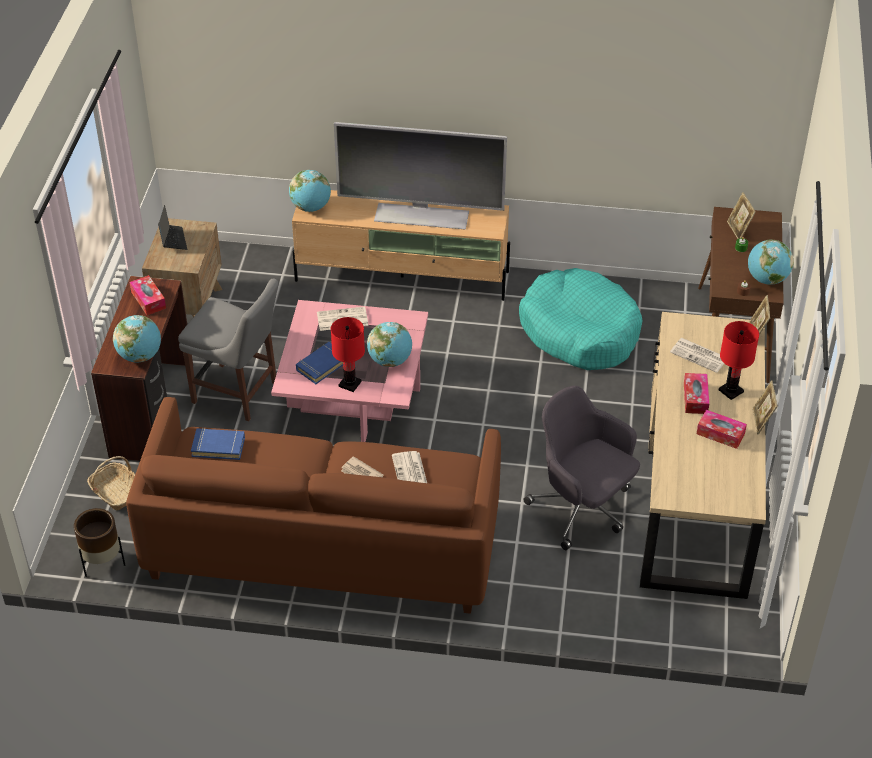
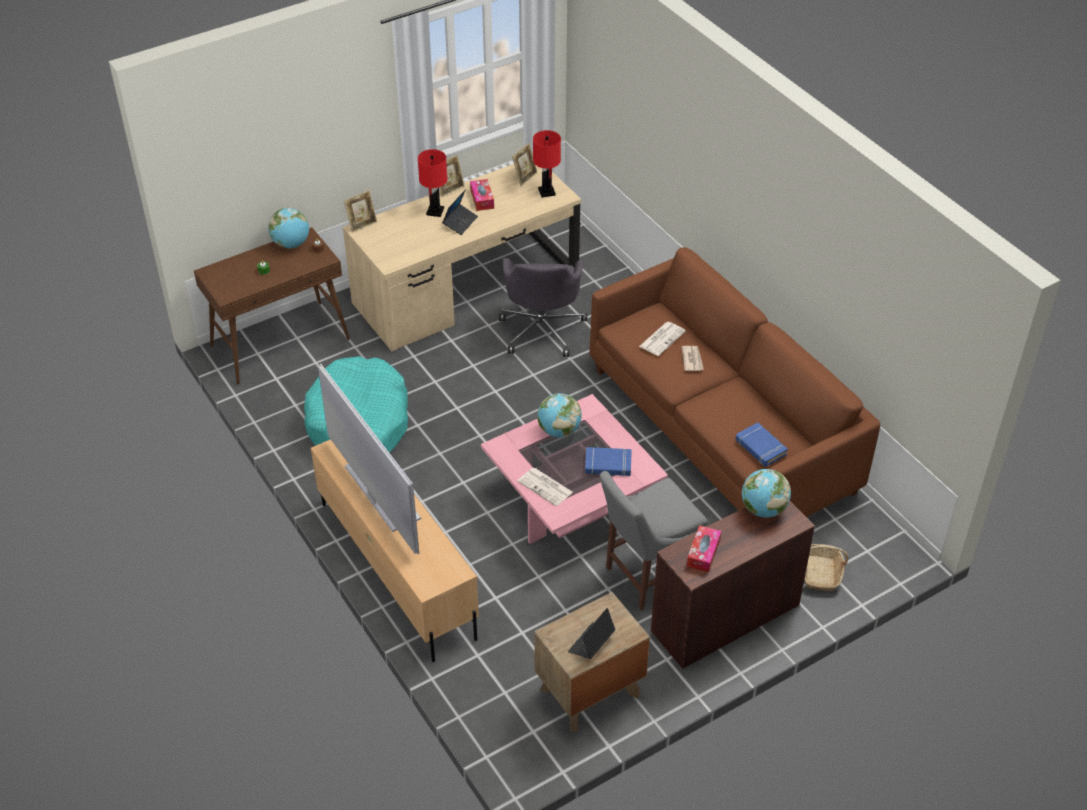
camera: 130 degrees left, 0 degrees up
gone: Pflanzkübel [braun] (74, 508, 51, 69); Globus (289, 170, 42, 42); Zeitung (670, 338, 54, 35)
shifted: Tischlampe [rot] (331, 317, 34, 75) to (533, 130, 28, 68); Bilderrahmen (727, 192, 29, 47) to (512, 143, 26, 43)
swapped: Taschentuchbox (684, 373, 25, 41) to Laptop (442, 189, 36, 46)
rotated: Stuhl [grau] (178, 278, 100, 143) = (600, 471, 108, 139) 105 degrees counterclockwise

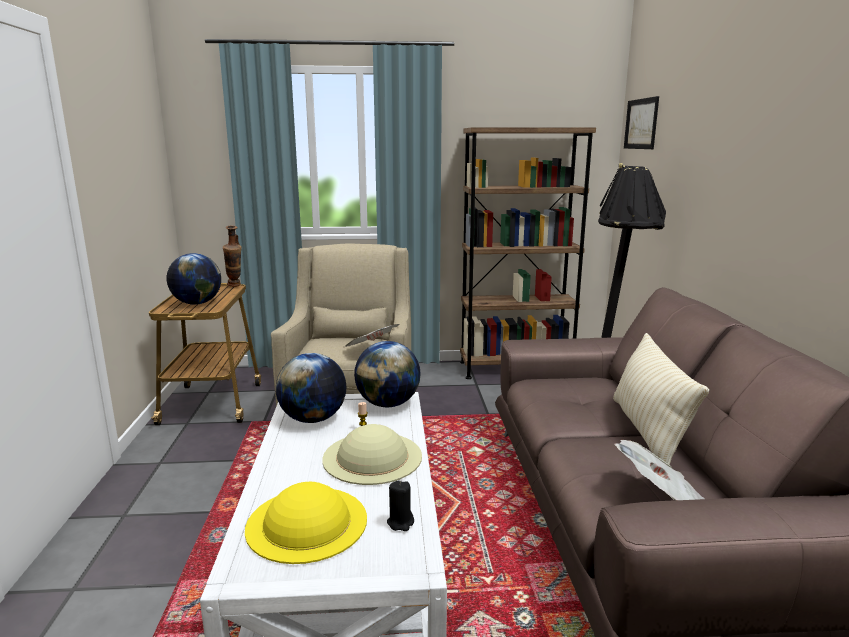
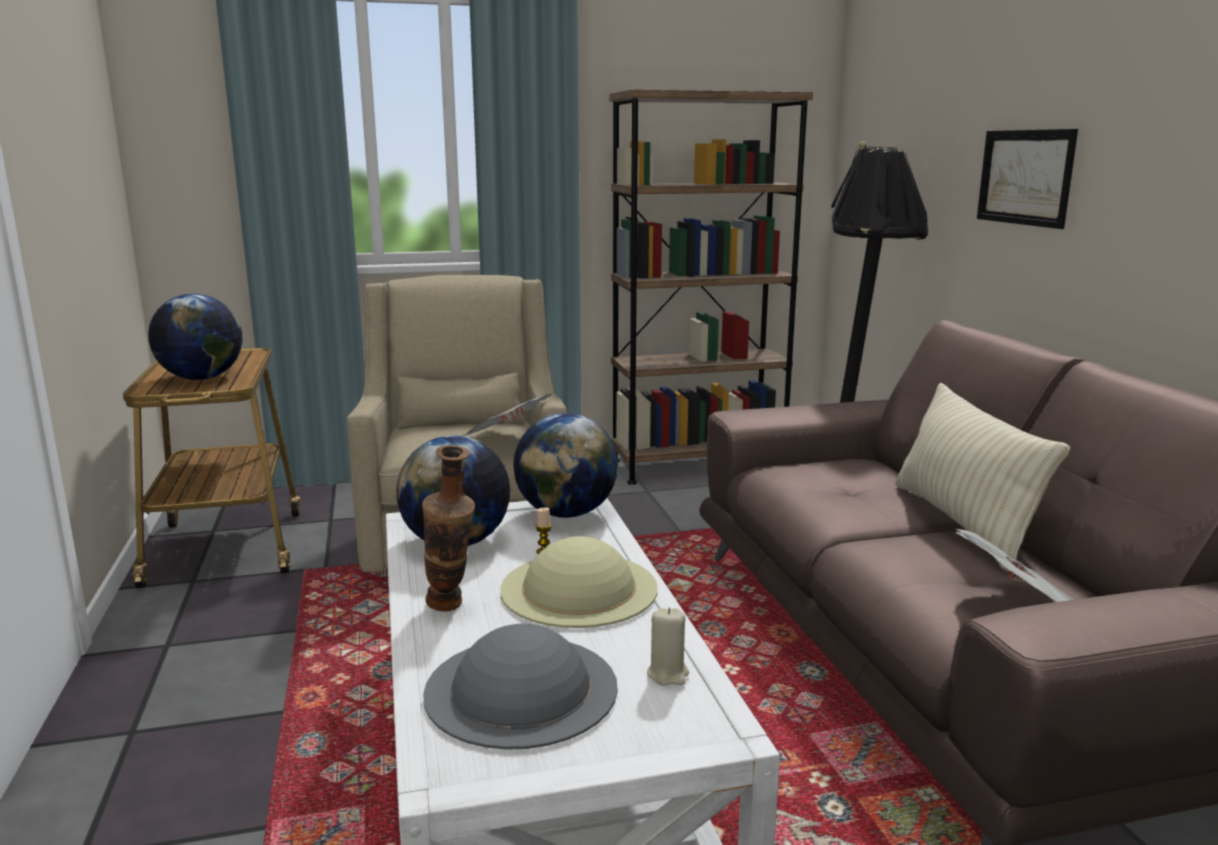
camera: 10 degrees left, 0 degrees up
shifted: Vase (223, 226, 19, 61) to (422, 445, 53, 167); Bild (624, 96, 35, 53) to (977, 129, 101, 100)
repainted: Hut [gelb] (245, 482, 122, 82) to Hut [grau] (423, 624, 195, 126); Kerze [schwarz] (387, 481, 27, 50) to Kerze [beige] (647, 607, 42, 79)

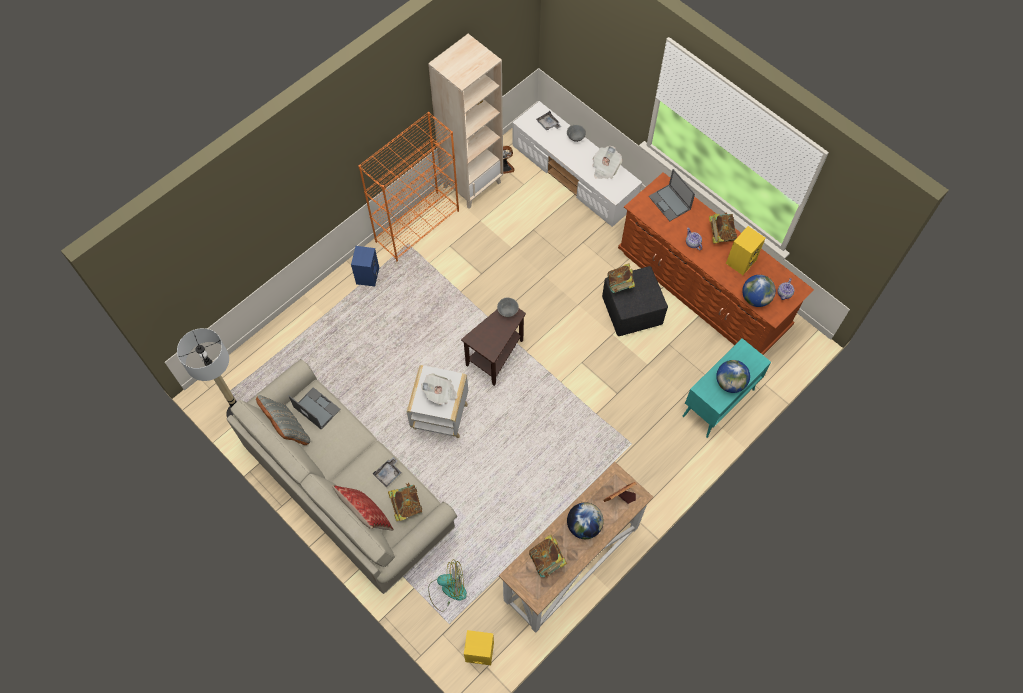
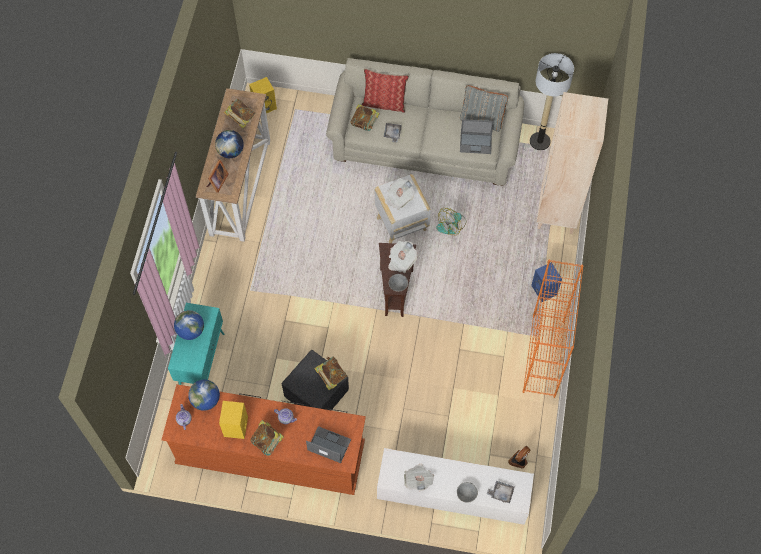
camera: 145 degrees right, 0 degrees up
new: Zeitung (388, 241, 30, 32)
shifted: Bücherregal [beige] (428, 34, 75, 175) to (536, 92, 72, 142); Ventilator (428, 559, 39, 53) to (436, 208, 30, 27)

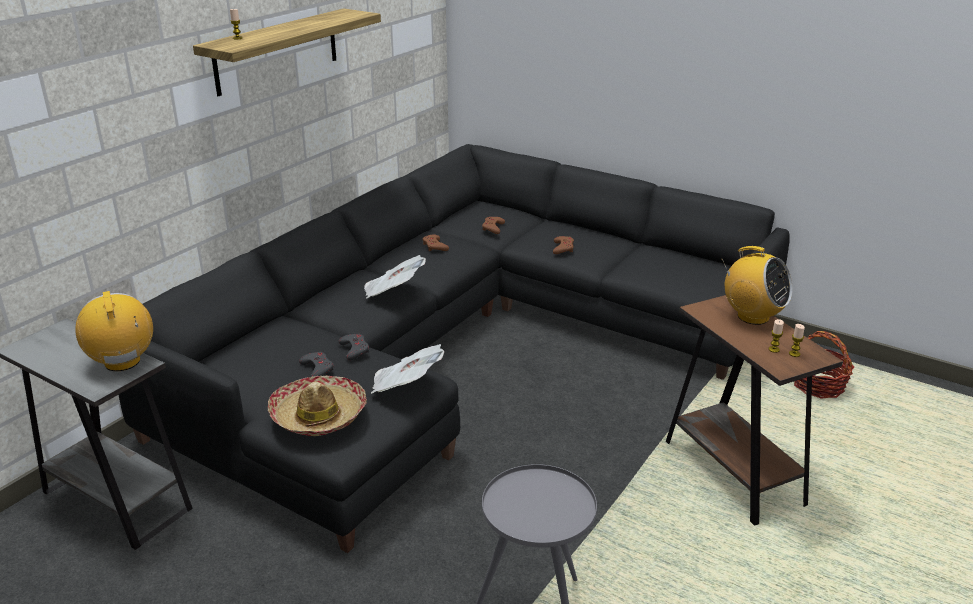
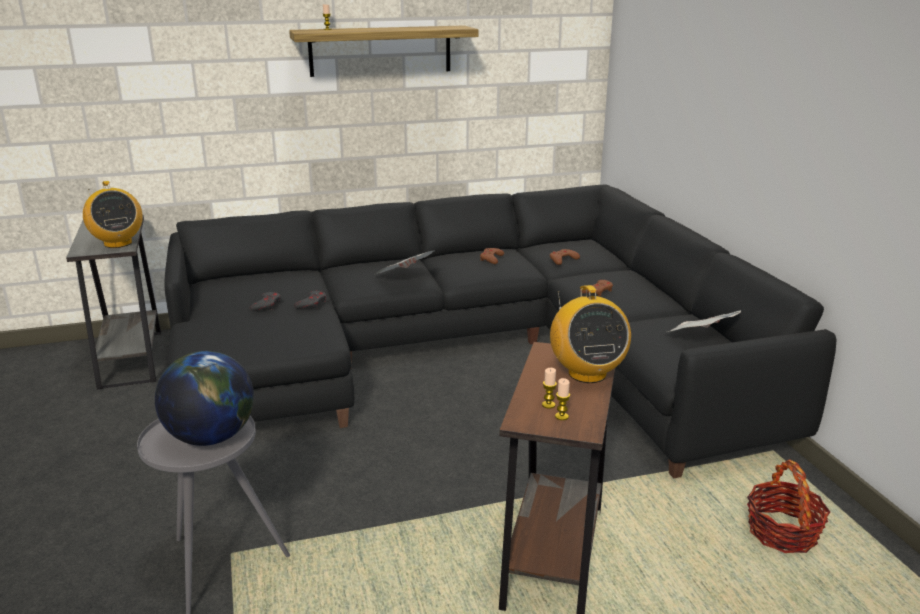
camera: 40 degrees right, 5 degrees down
gone: Hut (268, 376, 99, 60)
new: Globus (155, 351, 99, 95)
shifted: Zeitung (371, 344, 73, 50) to (667, 310, 74, 22)
rotated: Radio (75, 291, 78, 80) = (83, 181, 60, 67) 135 degrees clockwise

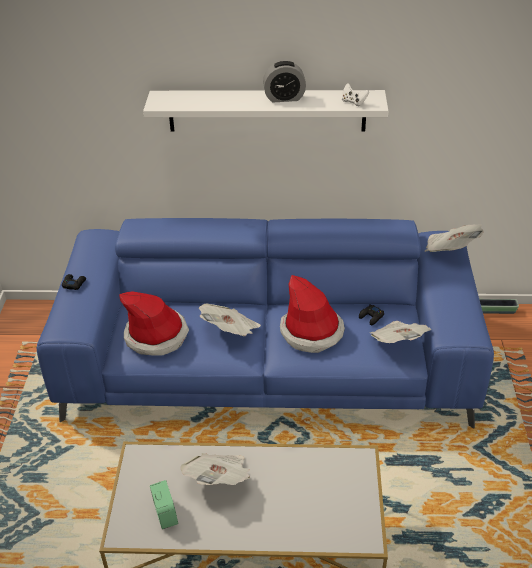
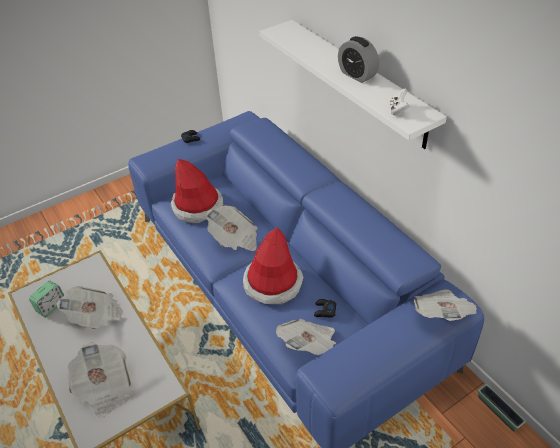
camera: 55 degrees right, 5 degrees up
new: Zeitung (68, 342, 64, 76)

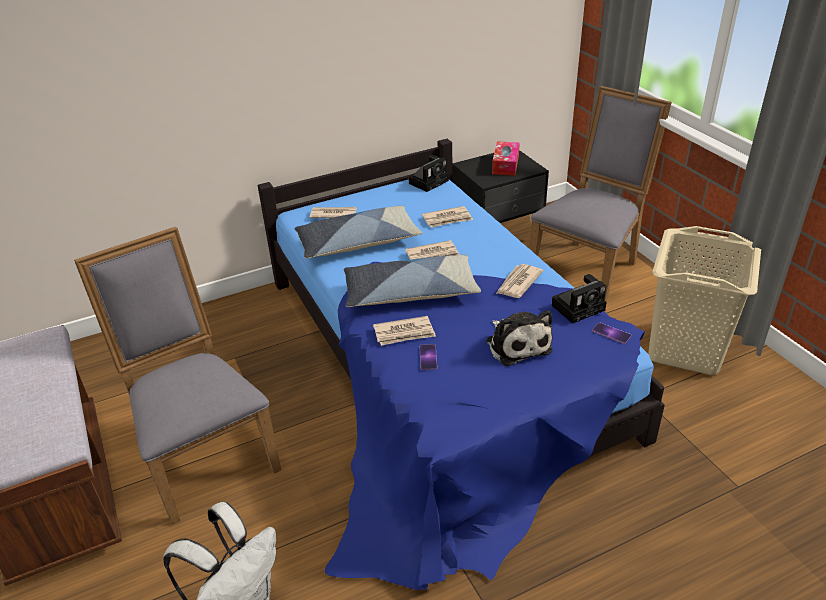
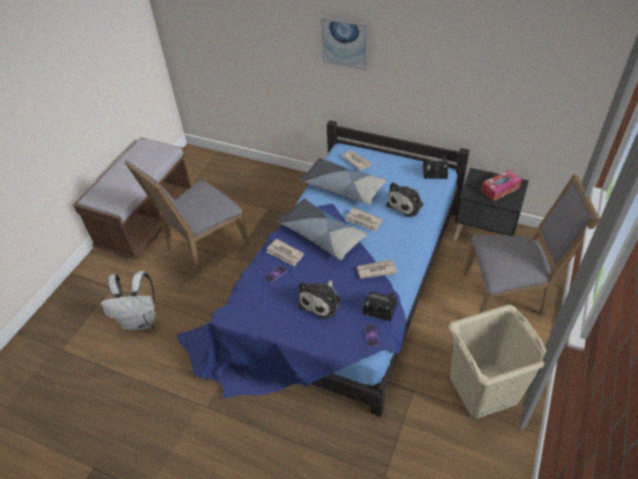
camera: 50 degrees right, 10 degrees up
new: Bild (321, 17, 47, 53)
swapped: Zeitung (422, 206, 51, 22) to Plüschtier (386, 182, 37, 35)
rotated: Stuhl [grau] (74, 227, 207, 298) = (124, 160, 126, 114) 150 degrees counterclockwise

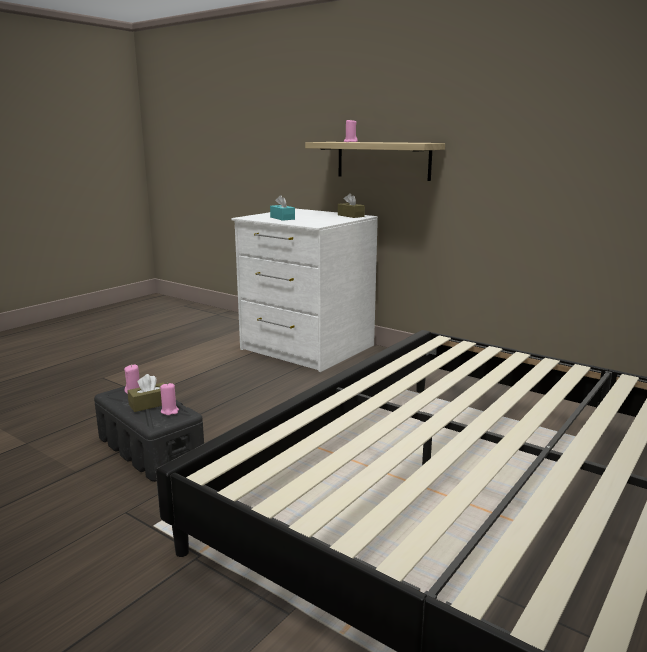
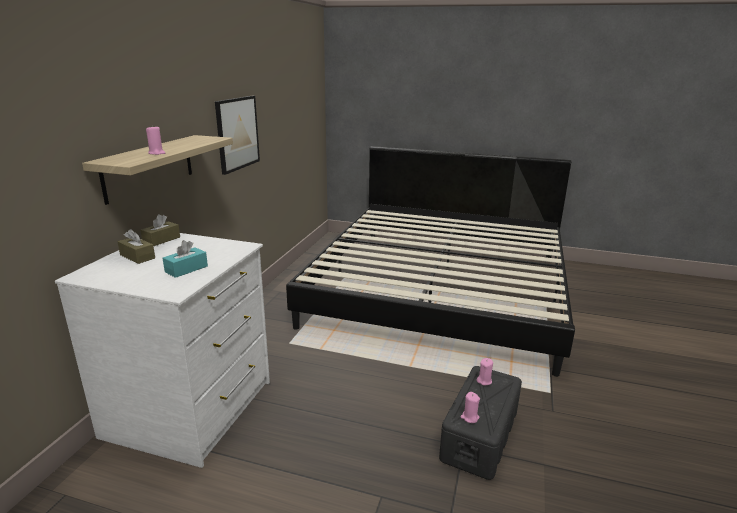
camera: 110 degrees left, 5 degrees up
new: Bild (215, 96, 45, 79)
shifted: Taschentuchbox [braun] (127, 374, 38, 38) to (118, 229, 37, 35)

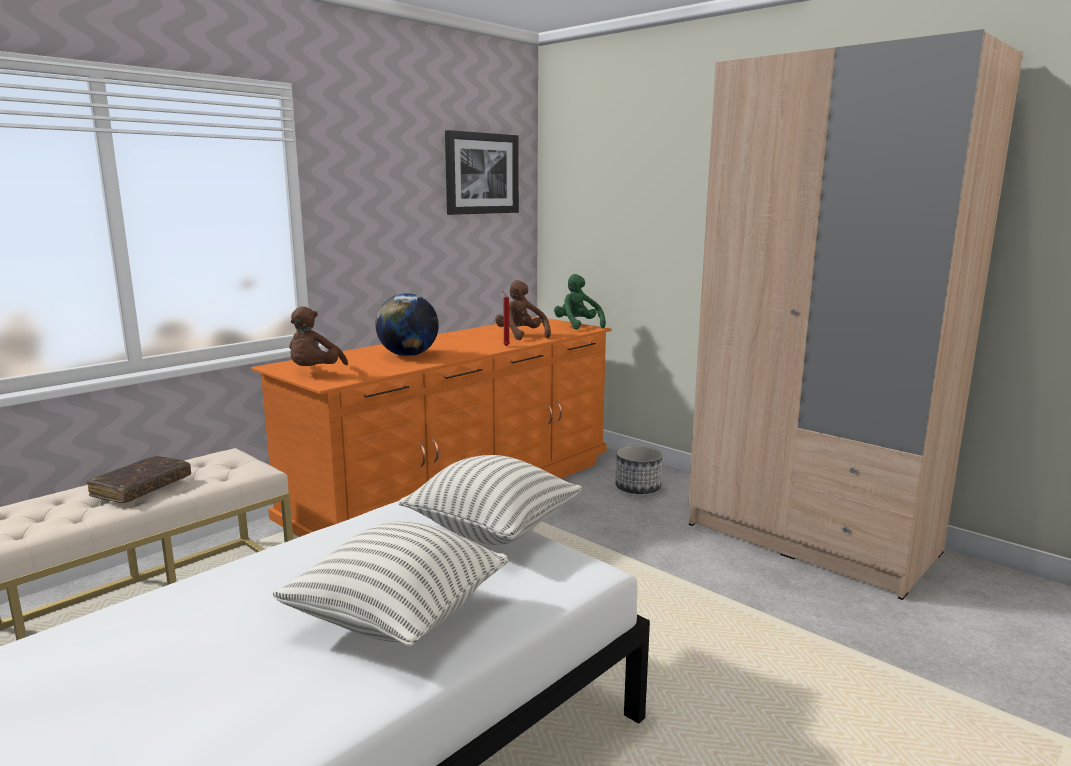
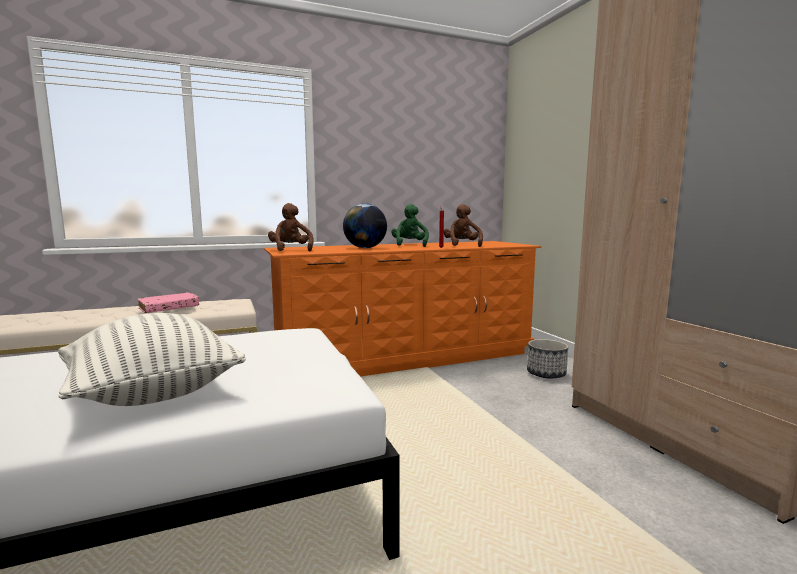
camera: 25 degrees right, 5 degrees down
gone: Kissen (398, 455, 184, 90); Bild (445, 130, 74, 85)
shifted: Plüschtier [grün] (554, 274, 52, 55) to (391, 204, 38, 43)
repainted: Buch [braun] (86, 456, 105, 47) to Buch [rosa] (137, 292, 62, 21)
rotated: Plüschtier [braun] (289, 306, 59, 60) = (268, 203, 45, 48) 120 degrees clockwise

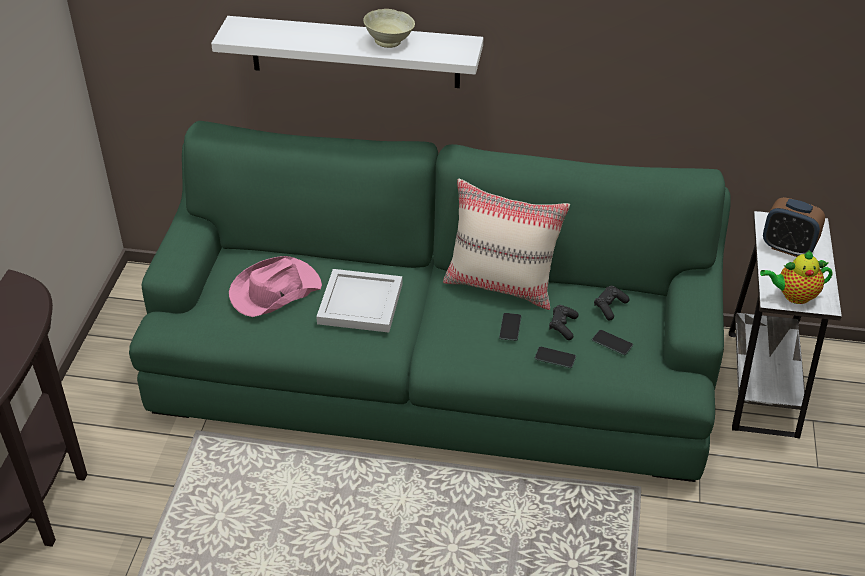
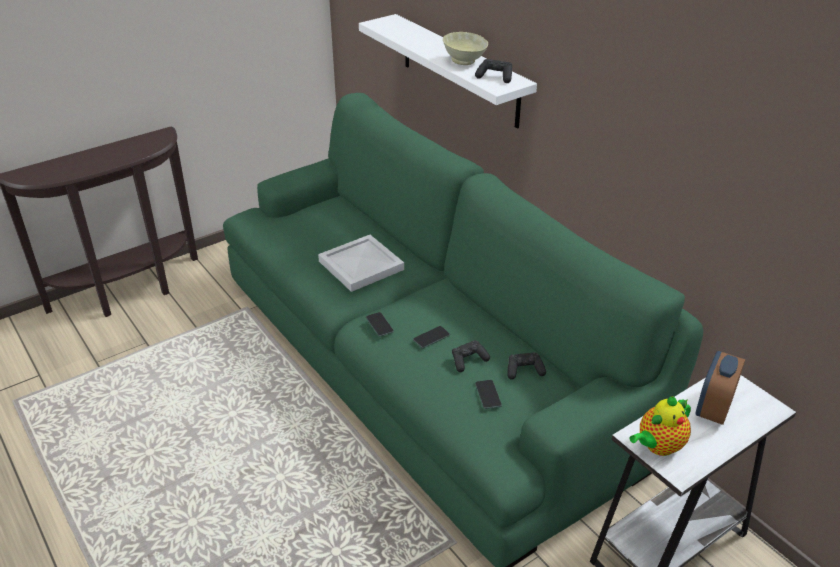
camera: 45 degrees right, 5 degrees down
gone: Hut [rosa] (229, 256, 93, 61); Kissen [beige] (443, 179, 127, 131)
new: Gamepad [schwarz] (475, 59, 37, 24)
shifted: Handy (535, 347, 41, 21) to (366, 312, 28, 25)
rotated: Teekanne (760, 250, 73, 54) = (629, 396, 62, 60) 75 degrees counterclockwise; Wecker (763, 197, 62, 60) = (696, 351, 49, 74) 45 degrees clockwise

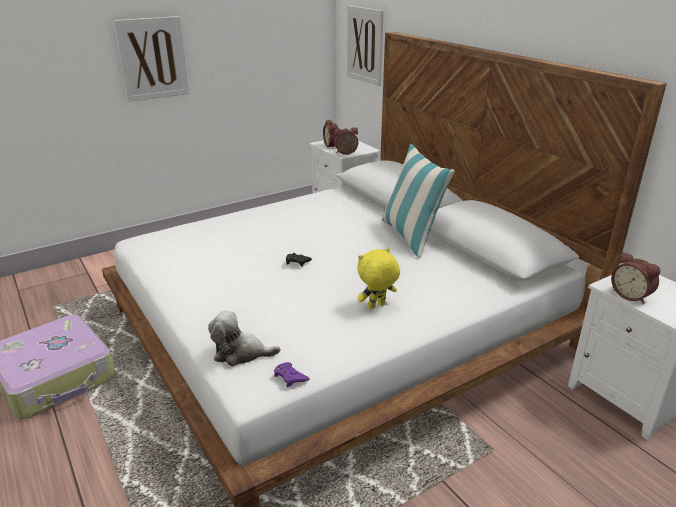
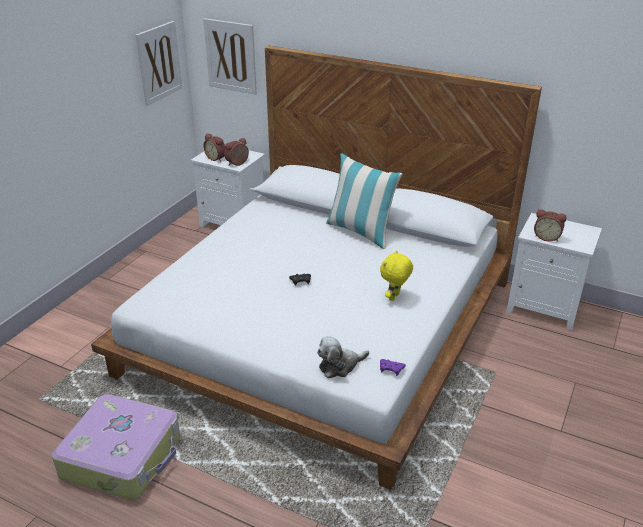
camera: 30 degrees left, 5 degrees up
shifted: Bild (114, 16, 75, 86) to (136, 21, 46, 85)

